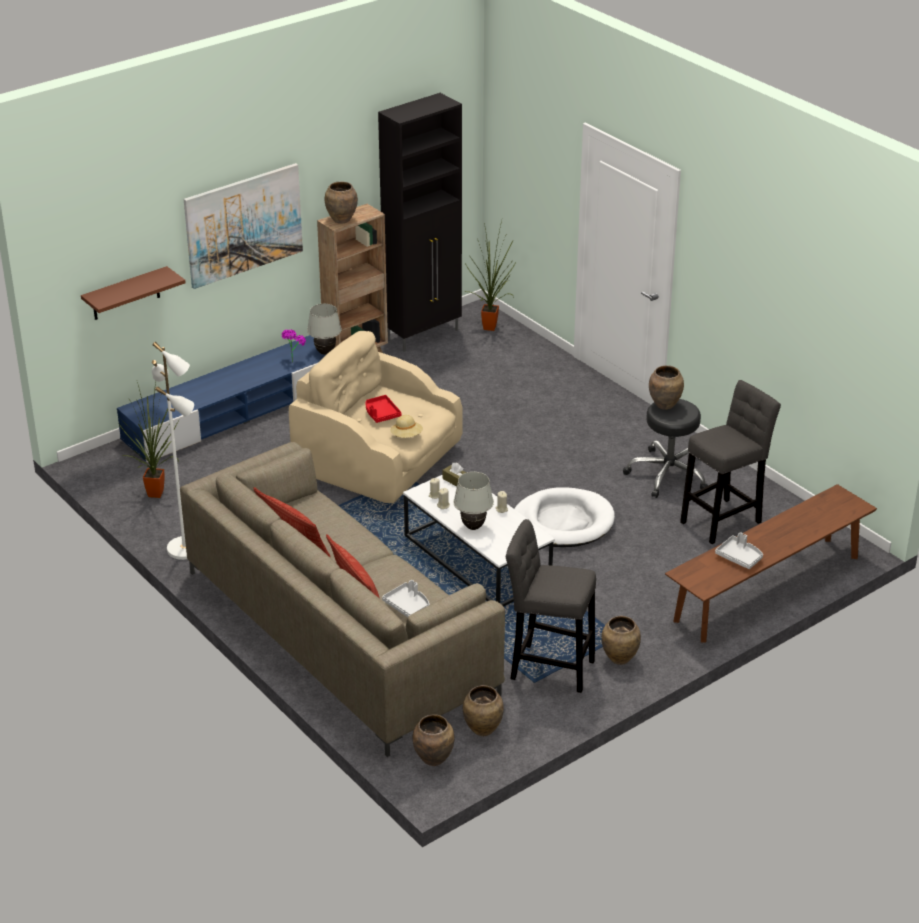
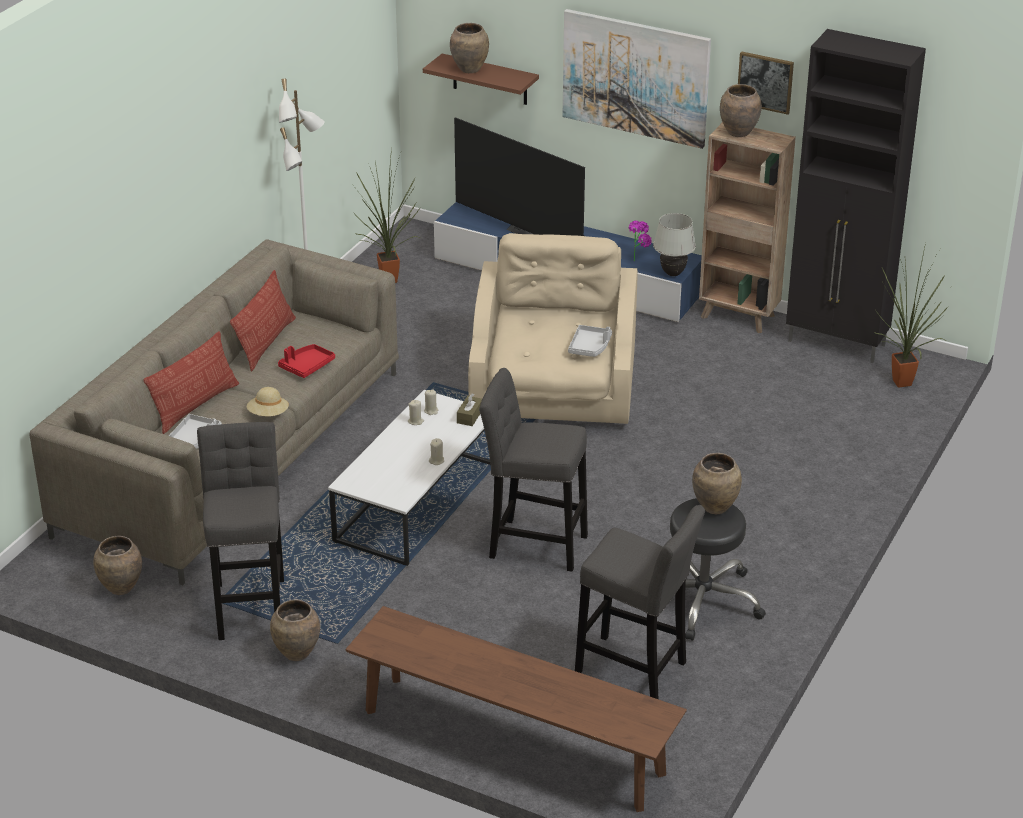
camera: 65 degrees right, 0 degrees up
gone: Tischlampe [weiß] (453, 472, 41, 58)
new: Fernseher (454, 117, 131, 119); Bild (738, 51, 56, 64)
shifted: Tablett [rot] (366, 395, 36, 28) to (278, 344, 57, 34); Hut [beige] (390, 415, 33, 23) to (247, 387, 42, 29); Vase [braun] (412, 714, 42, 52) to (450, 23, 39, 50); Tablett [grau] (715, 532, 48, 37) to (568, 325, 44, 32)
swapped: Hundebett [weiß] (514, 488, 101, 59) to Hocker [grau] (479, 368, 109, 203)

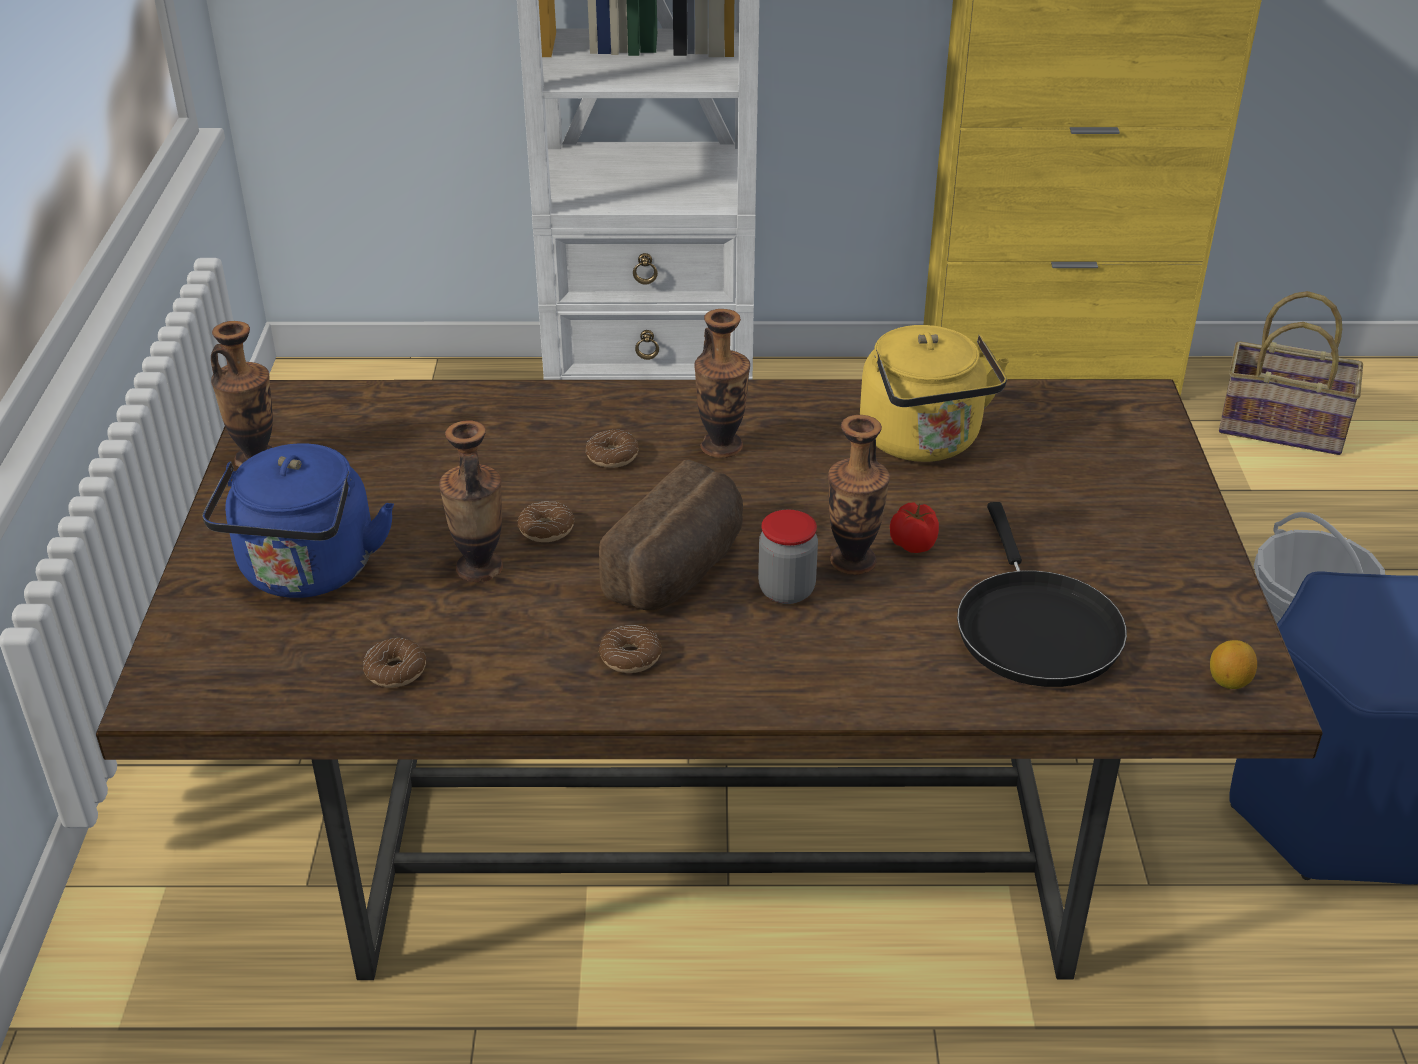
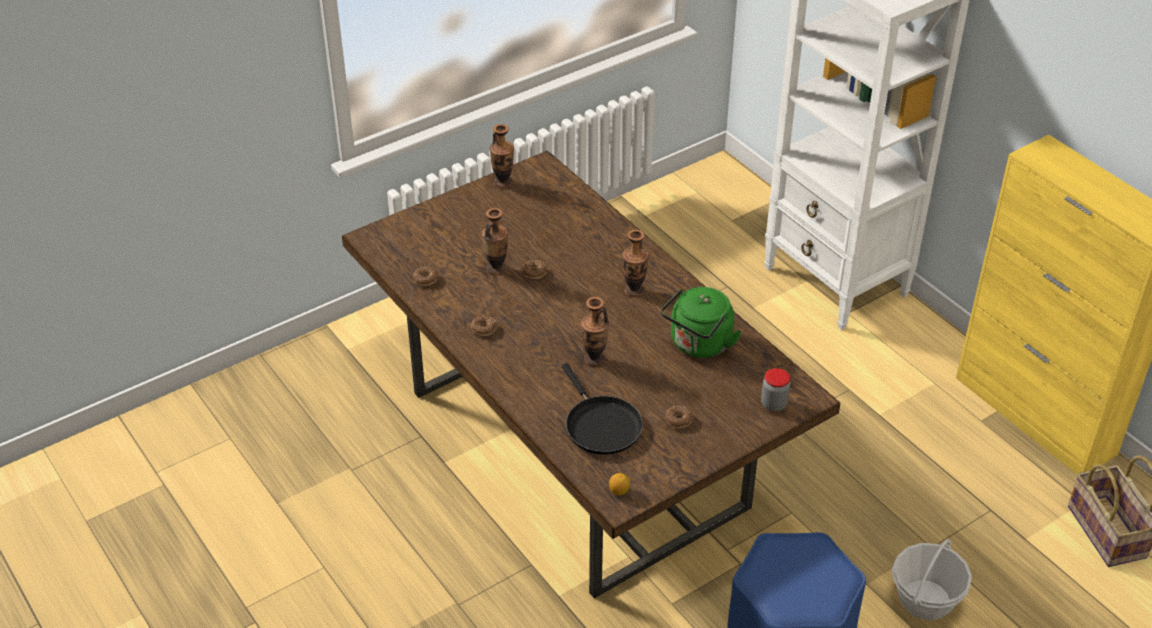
camera: 55 degrees right, 5 degrees up
gone: Wasserkessel [blau] (202, 443, 192, 155); Brot (599, 460, 144, 150); Tomate (890, 502, 49, 51)
shifted: Donut (586, 430, 53, 38) to (665, 406, 28, 22); Vorratsglas (758, 510, 60, 94) to (761, 368, 29, 43)
repainted: Wasserkessel [gelb] (860, 325, 149, 137) to Wasserkessel [grün] (661, 287, 80, 71)
rotated: Pfanne [schwarz] (957, 502, 170, 185) = (562, 363, 81, 92) 75 degrees counterclockwise

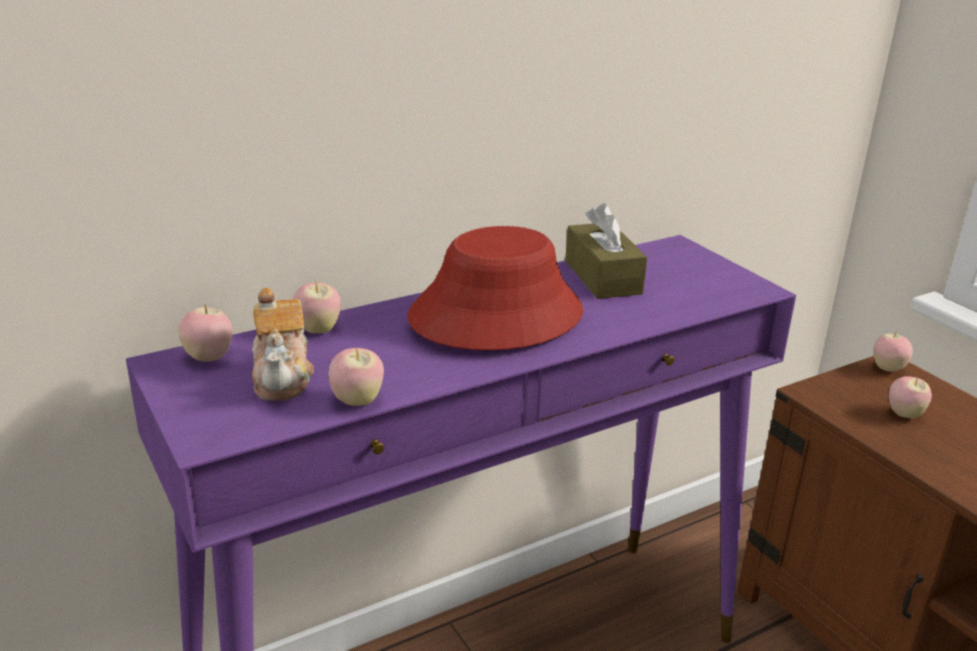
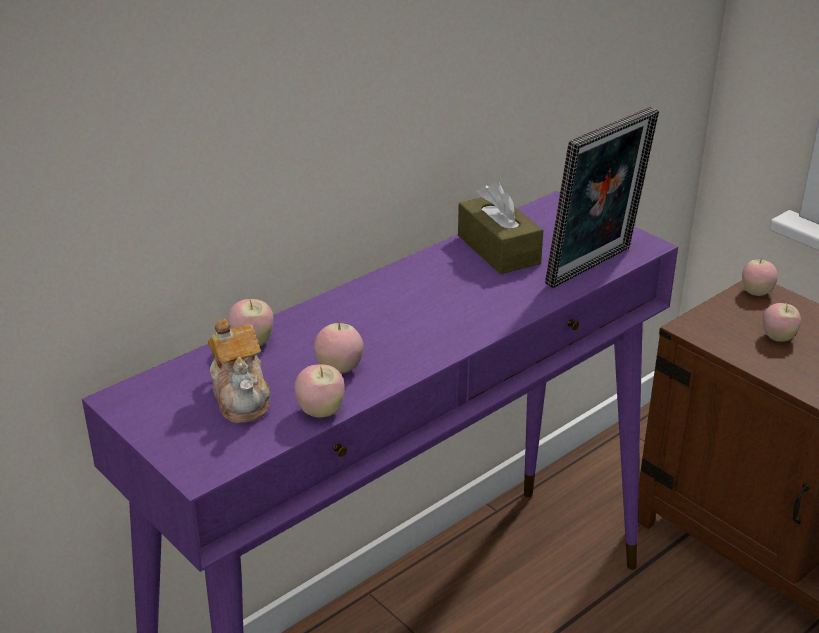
camera: 10 degrees left, 5 degrees up
gone: Hut [rot] (407, 226, 176, 124)
new: Bilderrahmen (545, 107, 114, 181)
shifted: Apfel (178, 305, 54, 56) to (314, 322, 50, 52)

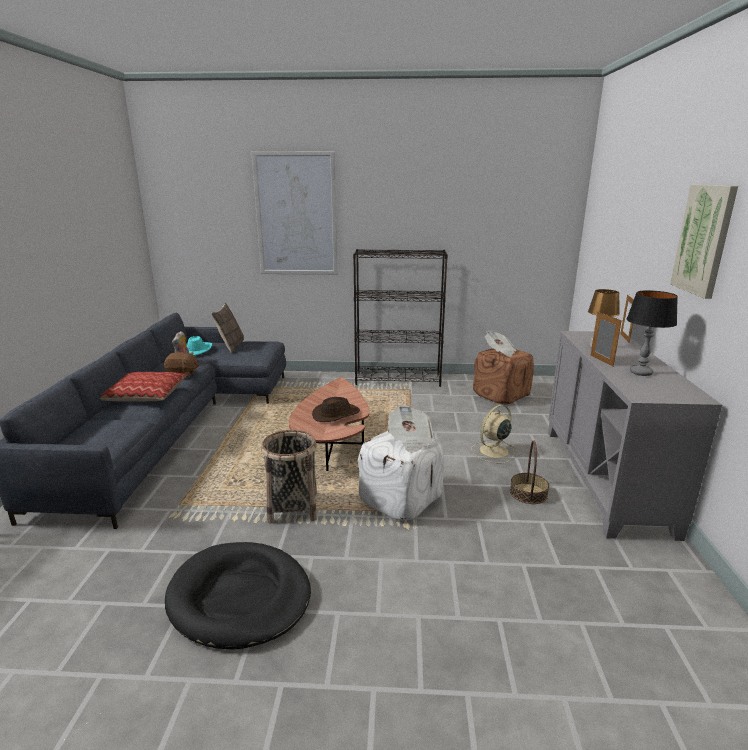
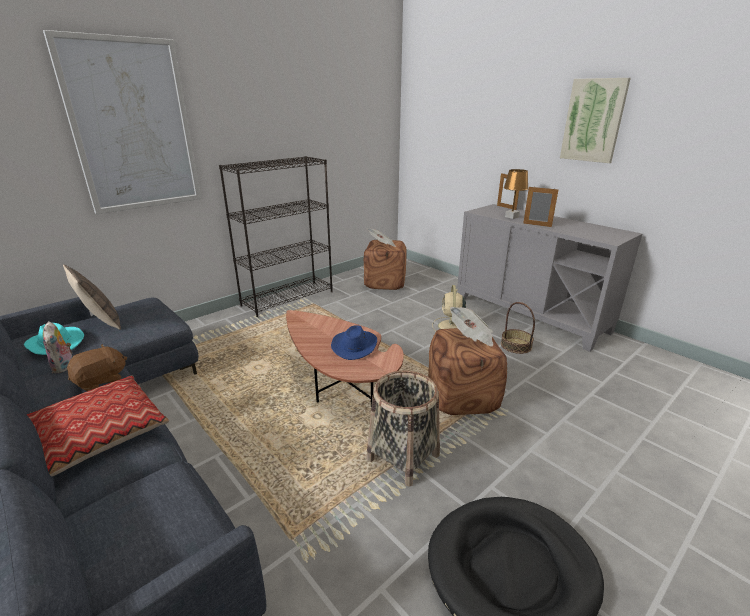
camera: 45 degrees left, 5 degrees up
gone: Tischlampe (627, 290, 51, 86)
repainted: Hut [braun] (312, 397, 48, 25) to Hut [blau] (331, 325, 46, 35); Polsterhocker [weiß] (358, 431, 86, 89) to Polsterhocker [braun] (428, 328, 79, 87)

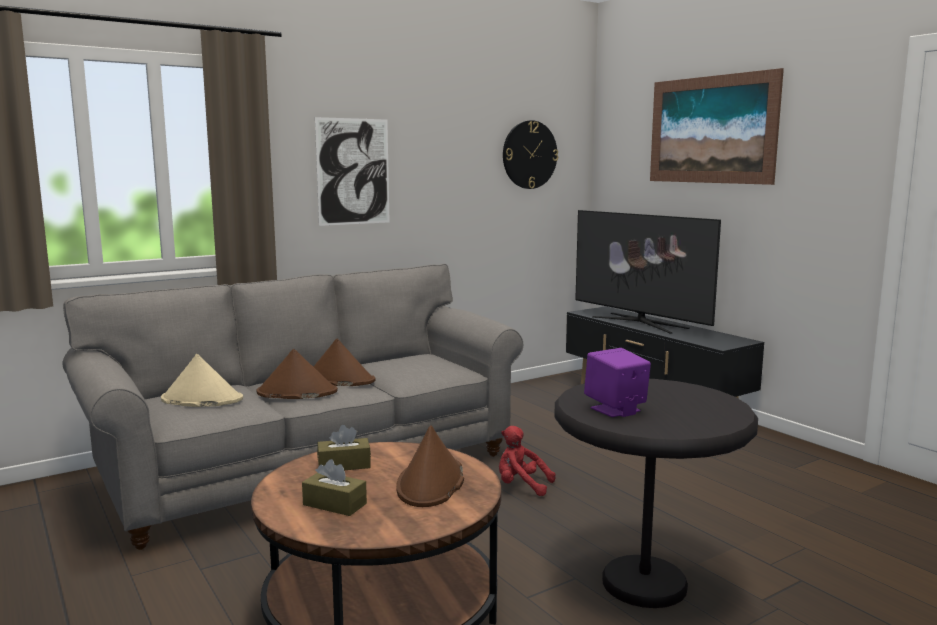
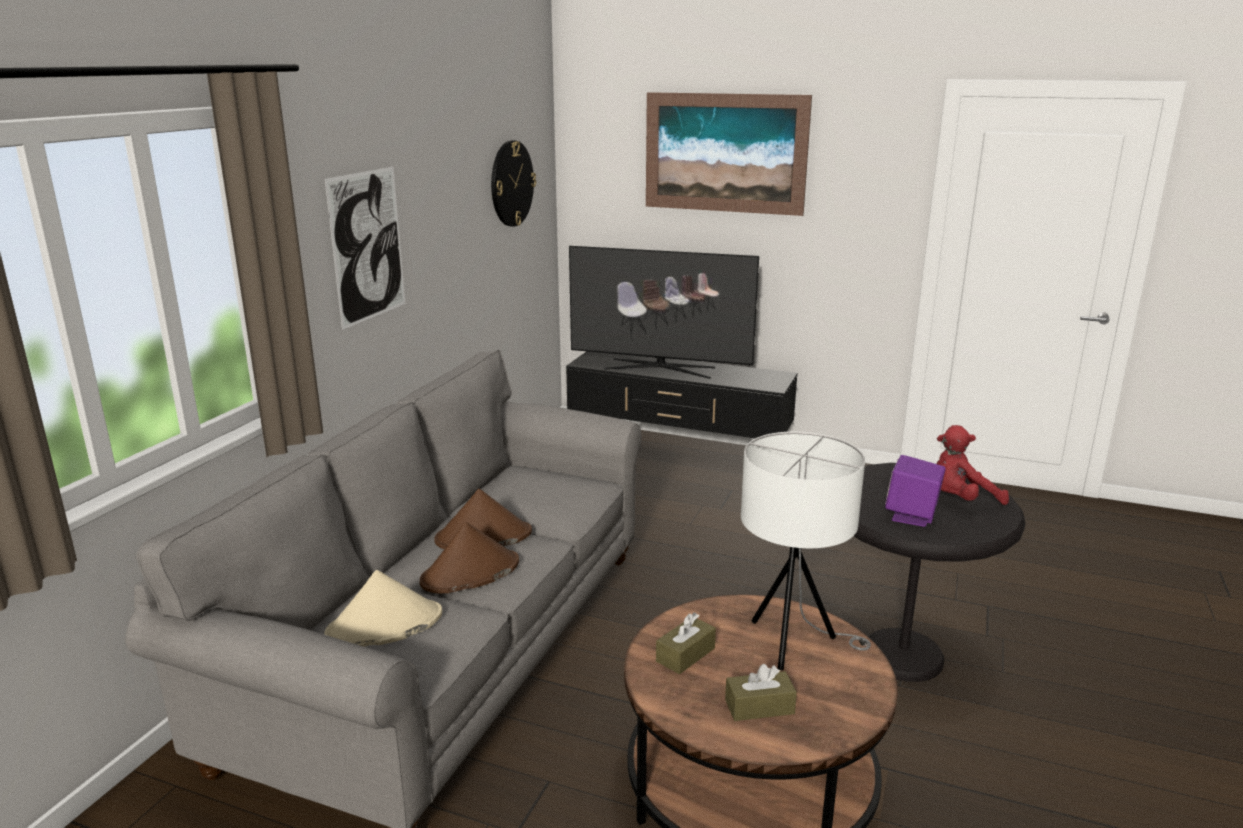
camera: 35 degrees left, 10 degrees up
shifted: Plüschtier [rot] (499, 426, 56, 70) to (936, 425, 73, 80)
swapped: Hut [braun] (396, 425, 68, 82) to Tischlampe [weiß] (741, 432, 130, 238)

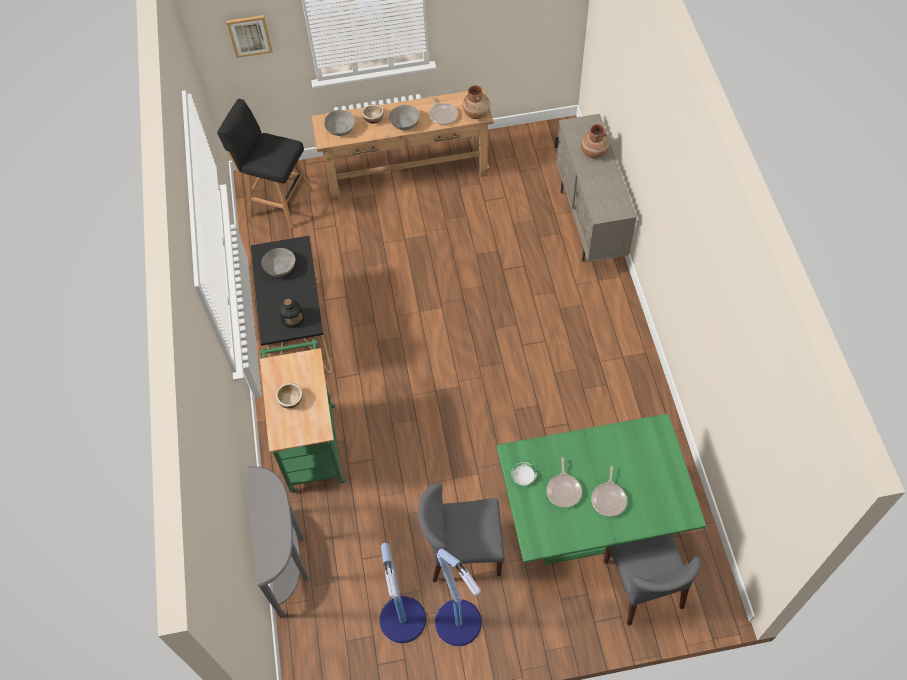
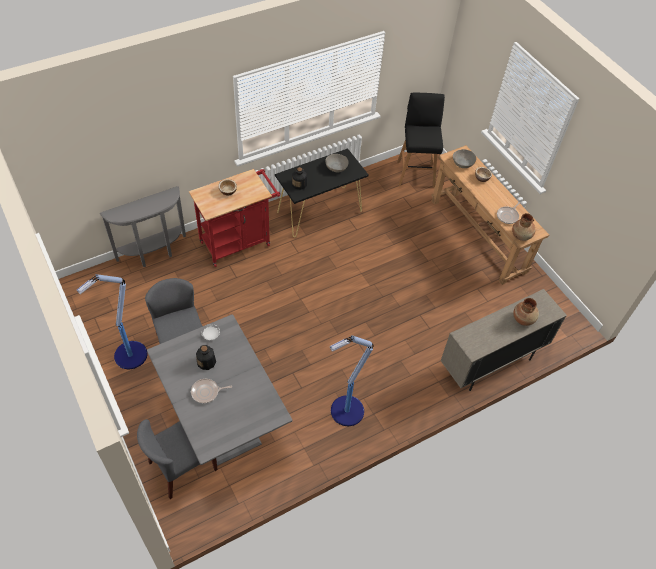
camera: 65 degrees right, 5 degrees down
gone: Bild (226, 15, 47, 43); Schüssel [grau] (389, 105, 31, 25)
shifted: Stehlampe (379, 542, 47, 101) to (330, 335, 44, 91)
swapped: Pfanne (546, 457, 36, 51) to Flasche (196, 345, 20, 25)
repainted: Rollwagen [grün] (260, 339, 86, 154) to Rollwagen [rot] (189, 169, 91, 98); Esstisch [grün] (497, 414, 209, 151) to Esstisch [grau] (147, 314, 145, 152)

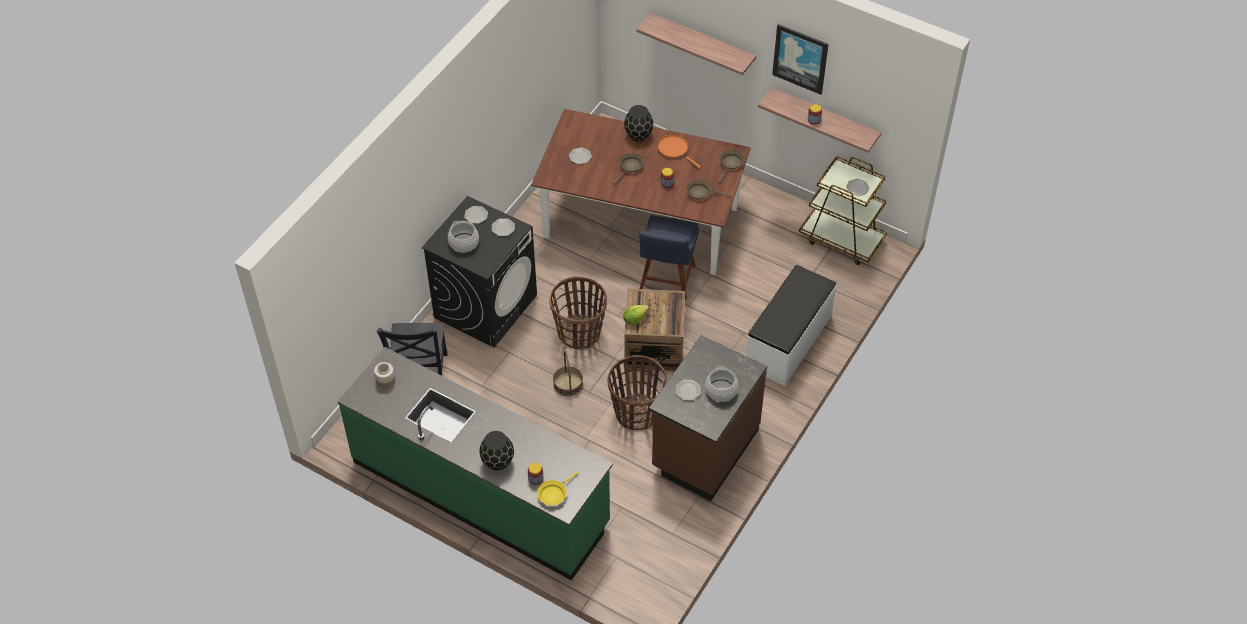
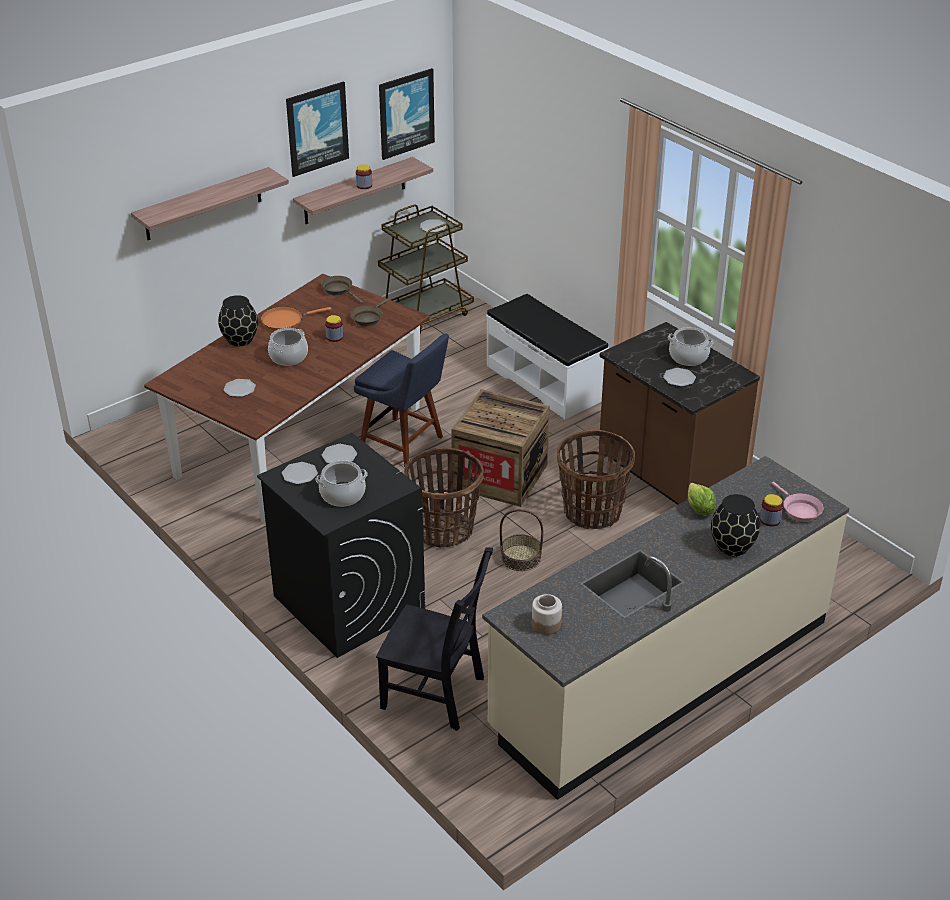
camera: 70 degrees left, 15 degrees down
new: Bild (379, 68, 56, 92)
shifted: Salatkopf (623, 305, 26, 20) to (688, 483, 28, 32)
swapped: Pfanne [braun] (613, 153, 31, 31) to Kochtopf (268, 328, 40, 38)
repainted: Küchenzeile [grün] (337, 347, 276, 234) to Küchenzeile [beige] (482, 456, 367, 344); Pfanne [gelb] (537, 471, 42, 34) to Pfanne [rosa] (772, 482, 51, 40)

